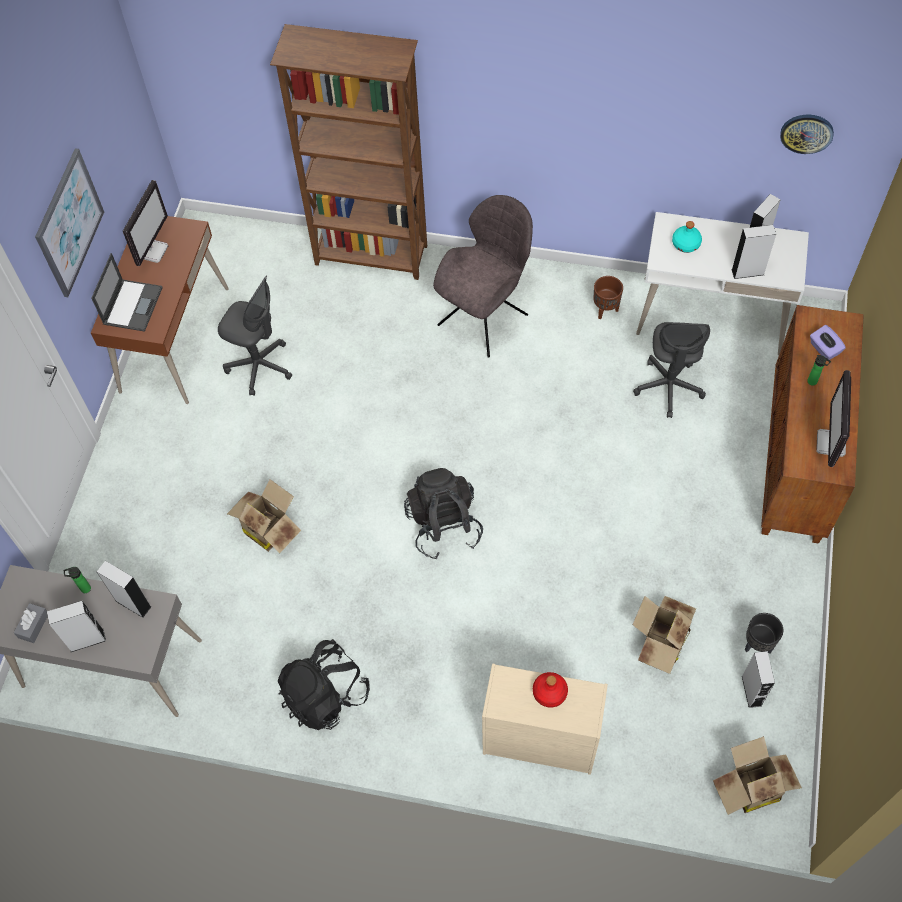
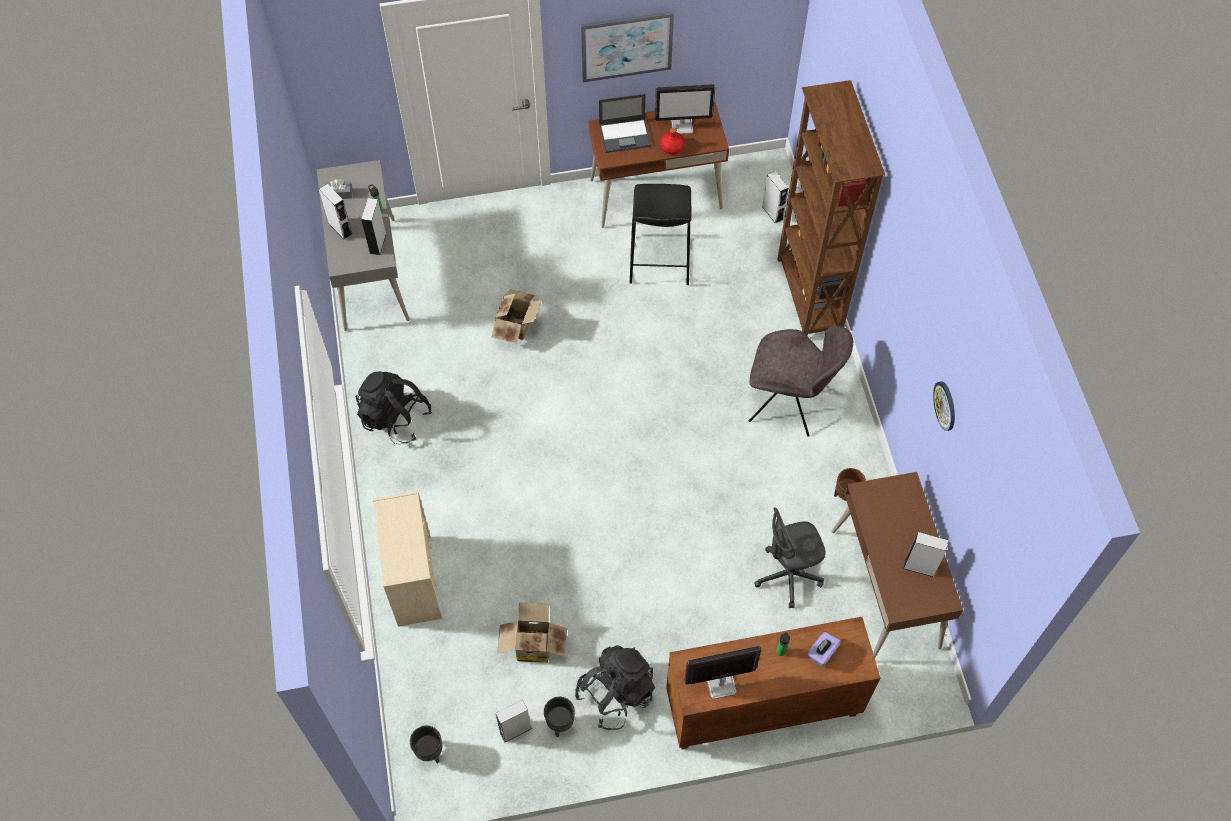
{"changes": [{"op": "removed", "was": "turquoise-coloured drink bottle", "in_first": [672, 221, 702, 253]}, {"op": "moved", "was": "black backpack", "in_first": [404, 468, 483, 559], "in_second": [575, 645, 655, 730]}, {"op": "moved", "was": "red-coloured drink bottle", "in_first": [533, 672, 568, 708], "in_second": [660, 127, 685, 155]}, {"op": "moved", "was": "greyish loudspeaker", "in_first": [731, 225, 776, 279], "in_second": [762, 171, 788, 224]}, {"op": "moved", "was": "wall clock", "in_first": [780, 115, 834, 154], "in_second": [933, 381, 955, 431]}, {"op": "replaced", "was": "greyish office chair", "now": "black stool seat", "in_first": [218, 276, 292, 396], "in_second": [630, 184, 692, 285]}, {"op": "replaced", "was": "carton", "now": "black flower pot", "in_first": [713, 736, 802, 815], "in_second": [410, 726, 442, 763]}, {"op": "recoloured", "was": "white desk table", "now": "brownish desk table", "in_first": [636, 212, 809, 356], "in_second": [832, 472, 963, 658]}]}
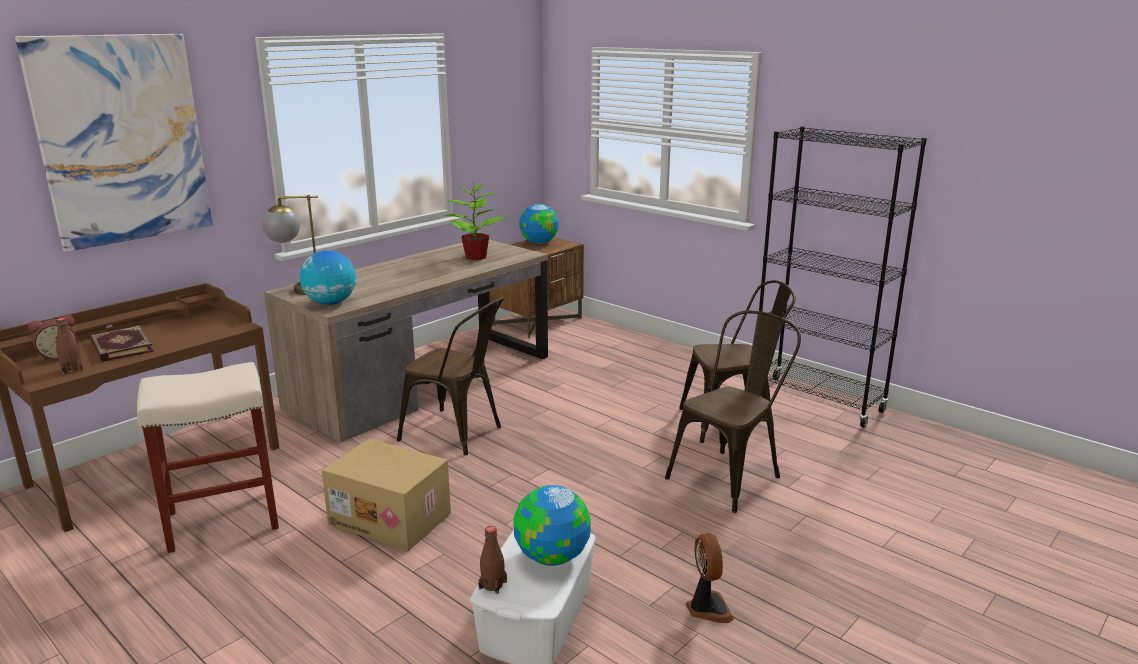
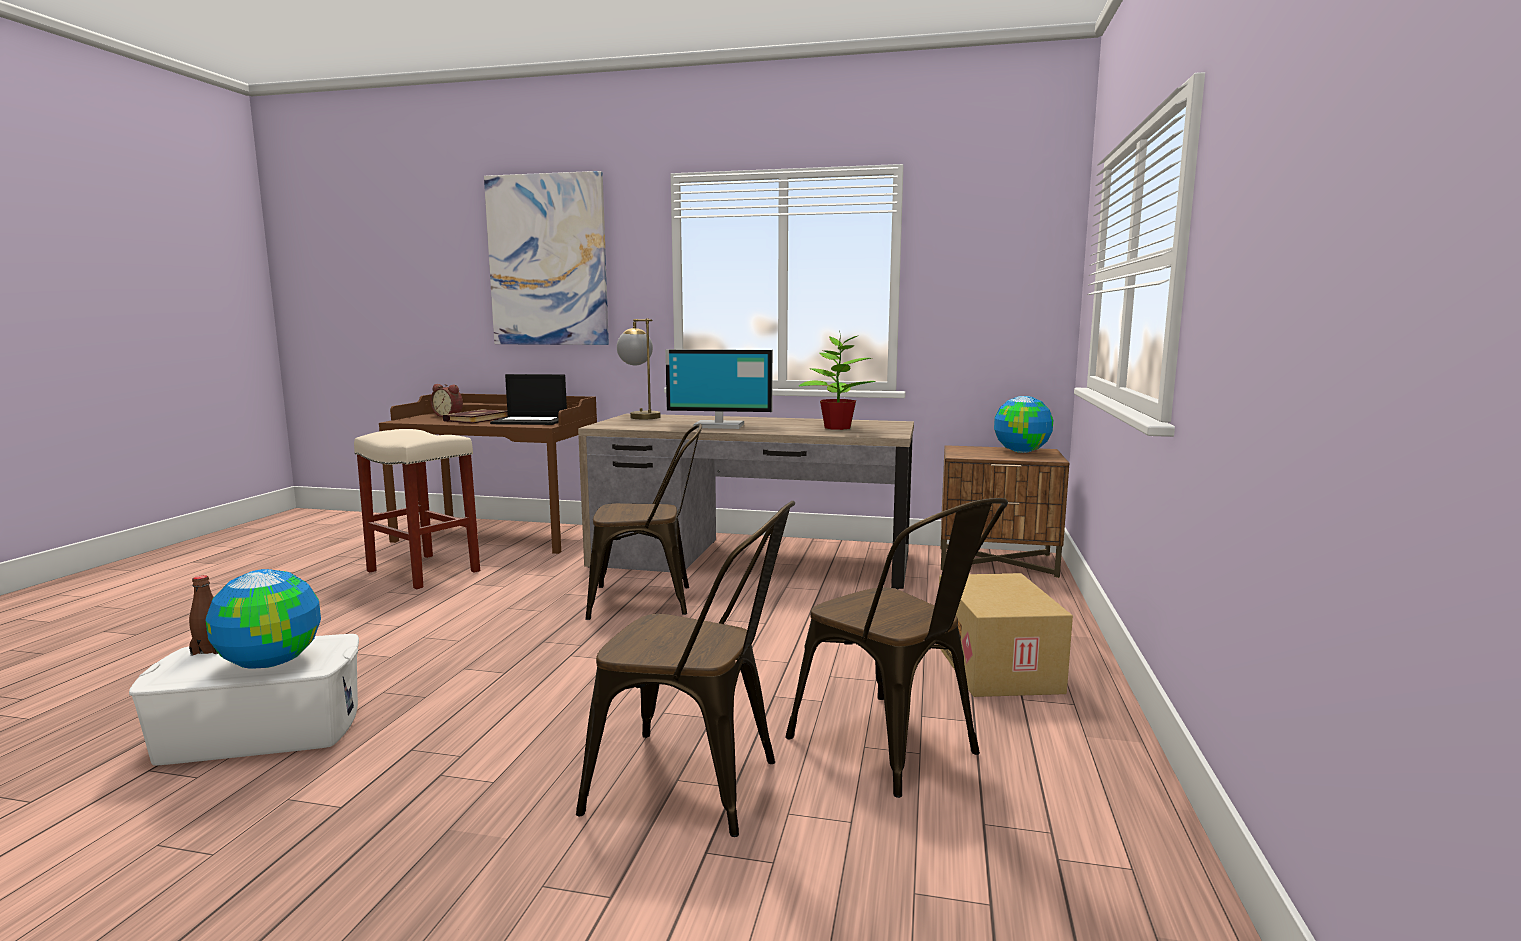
{"changes": [{"op": "removed", "was": "brownish drink bottle", "in_first": [56, 318, 83, 374]}, {"op": "removed", "was": "globe", "in_first": [300, 250, 356, 305]}, {"op": "removed", "was": "cooling fan", "in_first": [686, 533, 734, 623]}, {"op": "removed", "was": "black bookshelf", "in_first": [759, 126, 927, 428]}, {"op": "added", "now": "laptop", "in_second": [490, 374, 567, 425]}, {"op": "added", "now": "computer display", "in_second": [665, 349, 773, 429]}, {"op": "moved", "was": "carton", "in_first": [322, 439, 451, 551], "in_second": [937, 573, 1073, 697]}, {"op": "turned", "was": "brownish chair", "in_first": [397, 297, 505, 455], "in_second": [586, 424, 702, 620], "clockwise": -90}]}
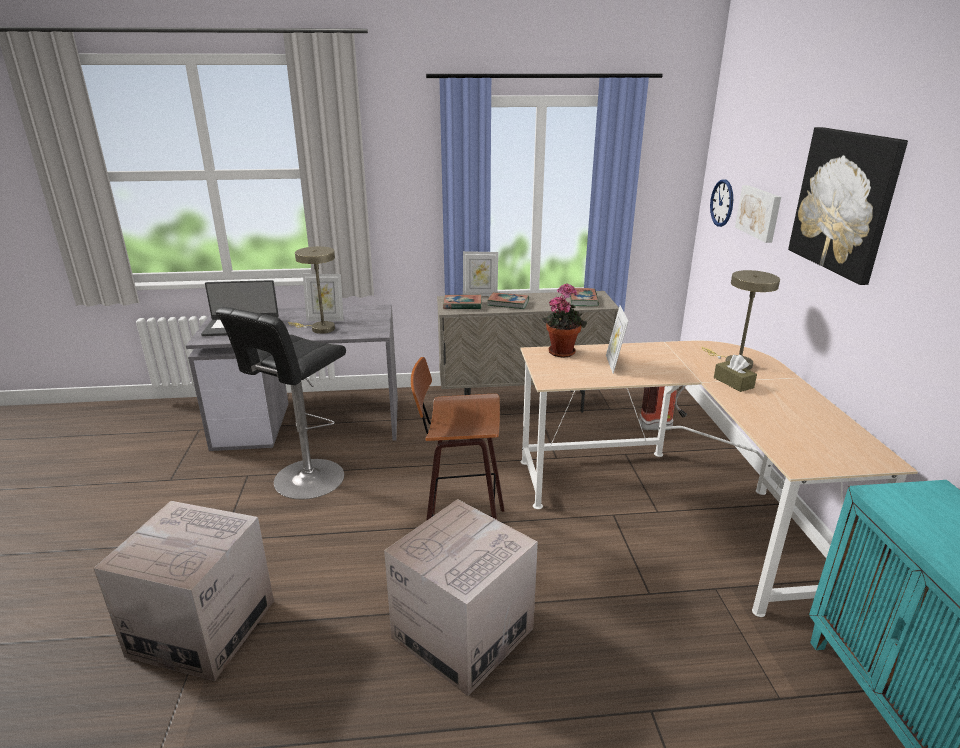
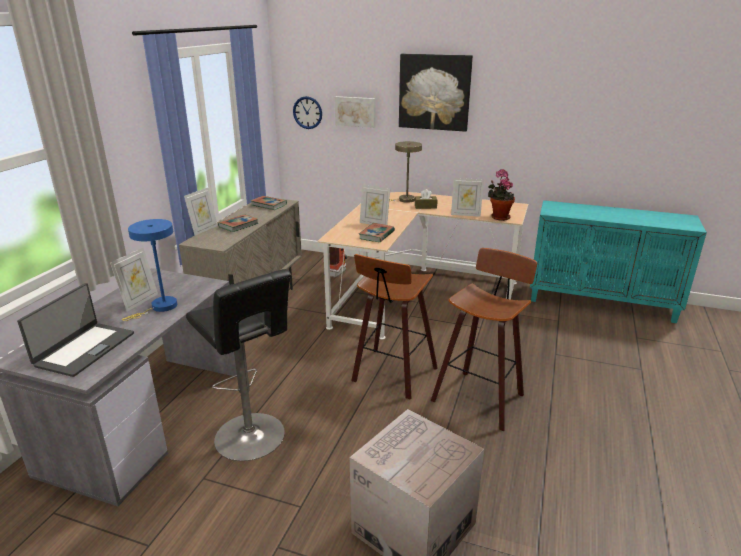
{"changes": [{"op": "added", "now": "picture frame", "in_second": [451, 178, 484, 217]}, {"op": "moved", "was": "book", "in_first": [443, 295, 482, 309], "in_second": [359, 223, 395, 242]}, {"op": "moved", "was": "plant in a pot", "in_first": [542, 283, 587, 357], "in_second": [488, 169, 515, 221]}, {"op": "replaced", "was": "carton", "now": "stool seat", "in_first": [384, 499, 538, 696], "in_second": [431, 248, 537, 431]}, {"op": "recoloured", "was": "sand-coloured tabletop lamp", "now": "blue-coloured tabletop lamp", "in_first": [288, 246, 335, 334], "in_second": [122, 219, 177, 321]}]}
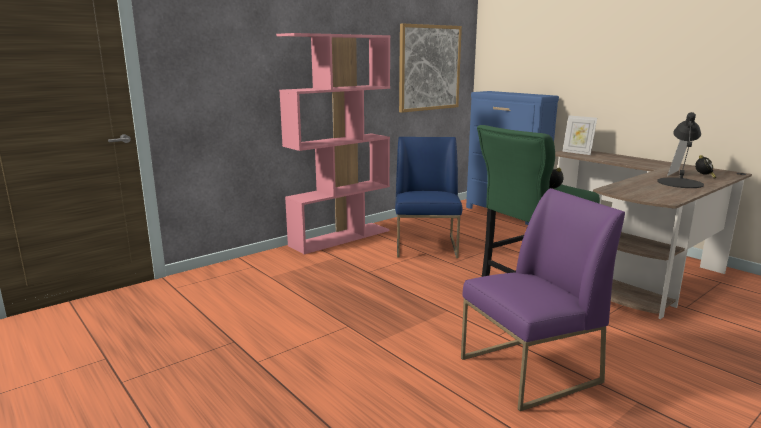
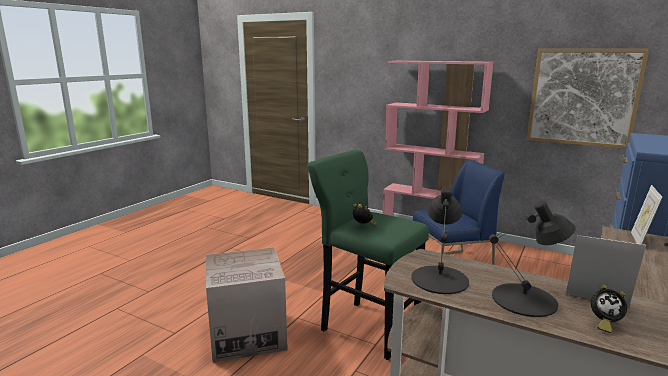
{"changes": [{"op": "added", "now": "black tabletop lamp", "in_second": [411, 186, 469, 294]}, {"op": "replaced", "was": "purple-coloured chair", "now": "carton", "in_first": [461, 188, 625, 411], "in_second": [206, 247, 288, 363]}]}
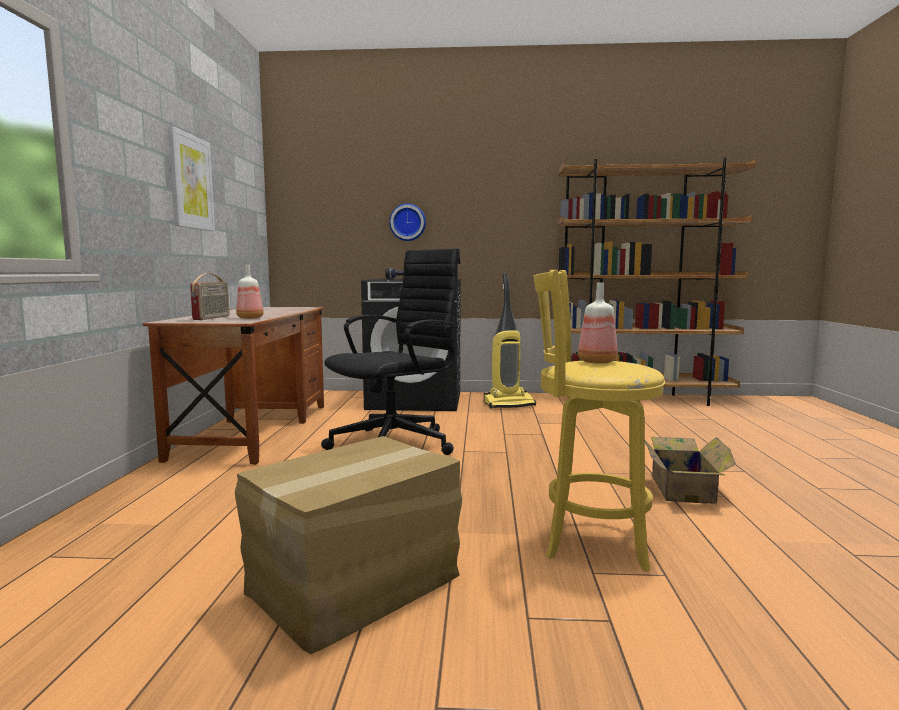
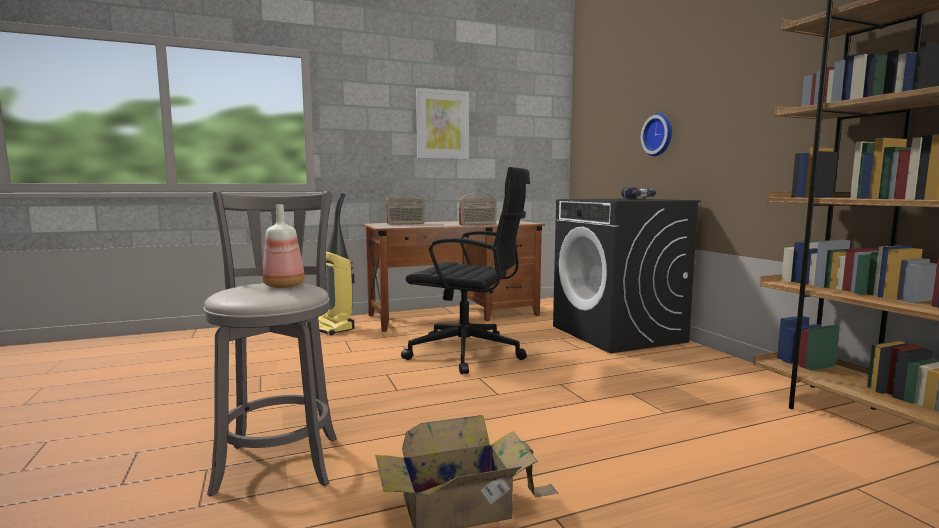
{"changes": [{"op": "removed", "was": "carton", "in_first": [235, 436, 462, 654]}, {"op": "removed", "was": "drink bottle", "in_first": [236, 265, 264, 319]}, {"op": "added", "now": "radio set", "in_second": [459, 192, 497, 225]}, {"op": "moved", "was": "hoover", "in_first": [484, 273, 536, 409], "in_second": [318, 193, 355, 336]}, {"op": "recoloured", "was": "yellowish stool seat", "now": "greyish stool seat", "in_first": [533, 270, 665, 571], "in_second": [203, 191, 337, 496]}]}
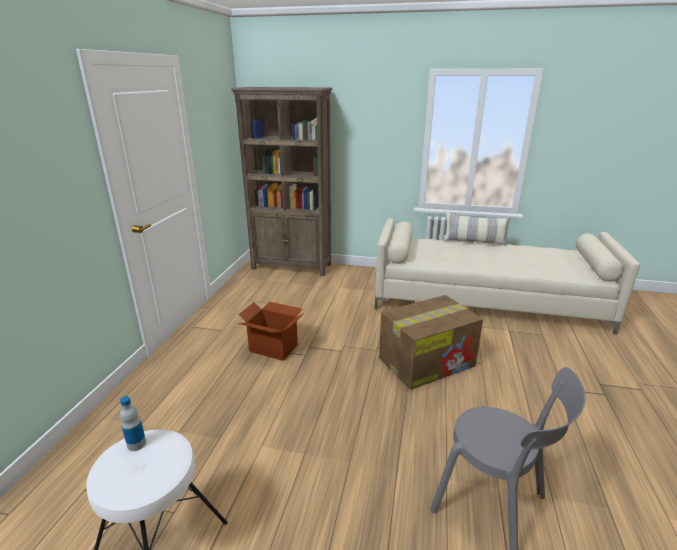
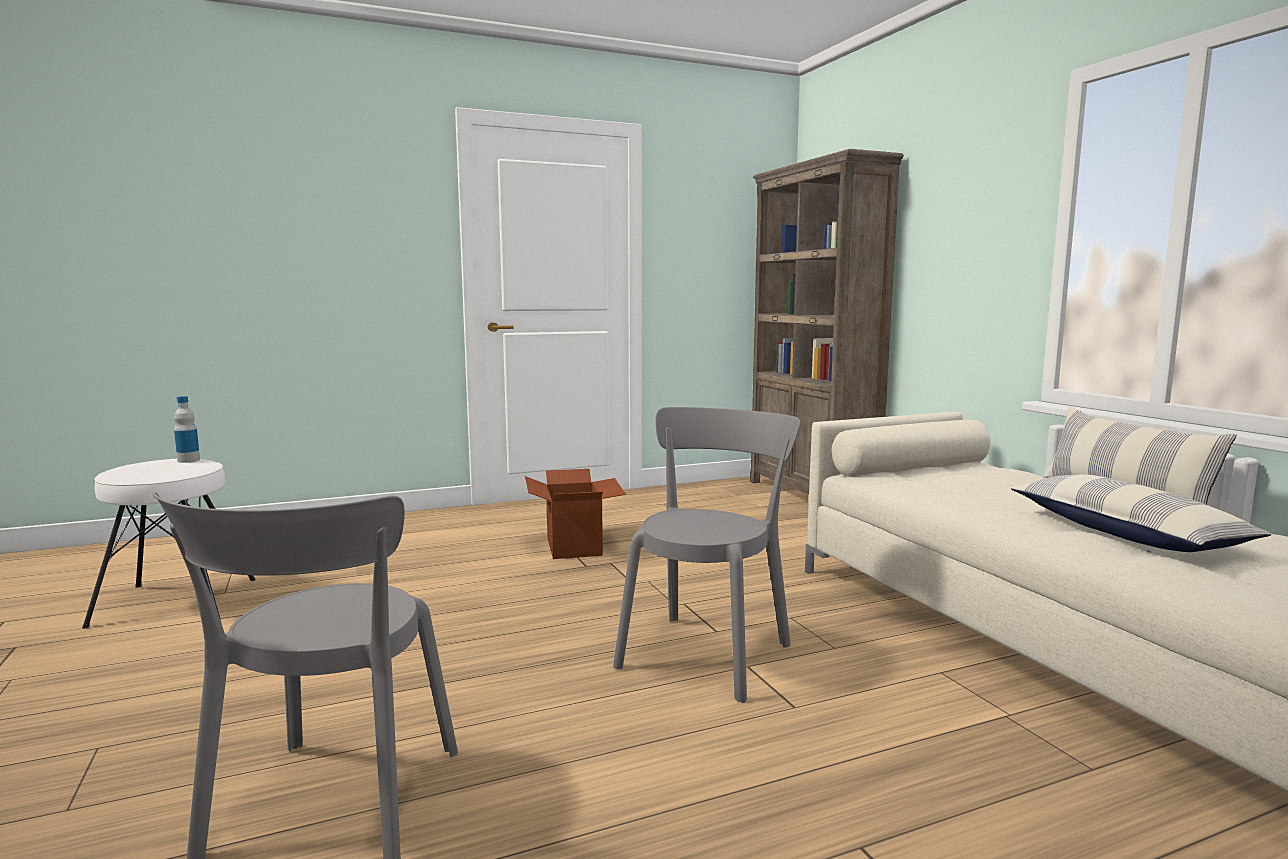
{"changes": [{"op": "added", "now": "pillow", "in_second": [1011, 474, 1271, 552]}, {"op": "replaced", "was": "carton", "now": "greyish chair", "in_first": [379, 295, 483, 390], "in_second": [613, 407, 800, 703]}]}
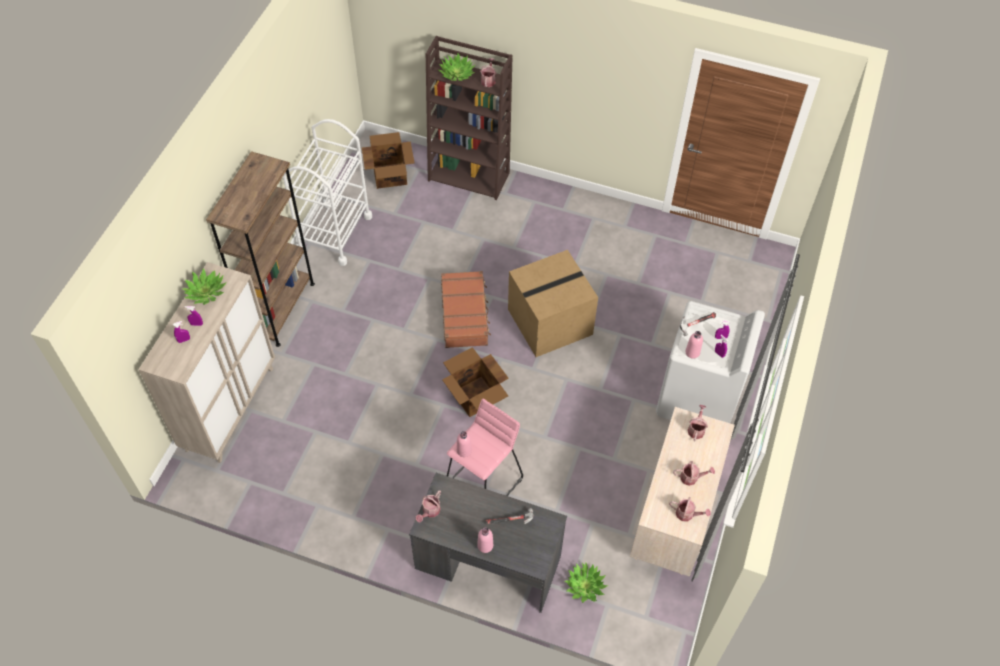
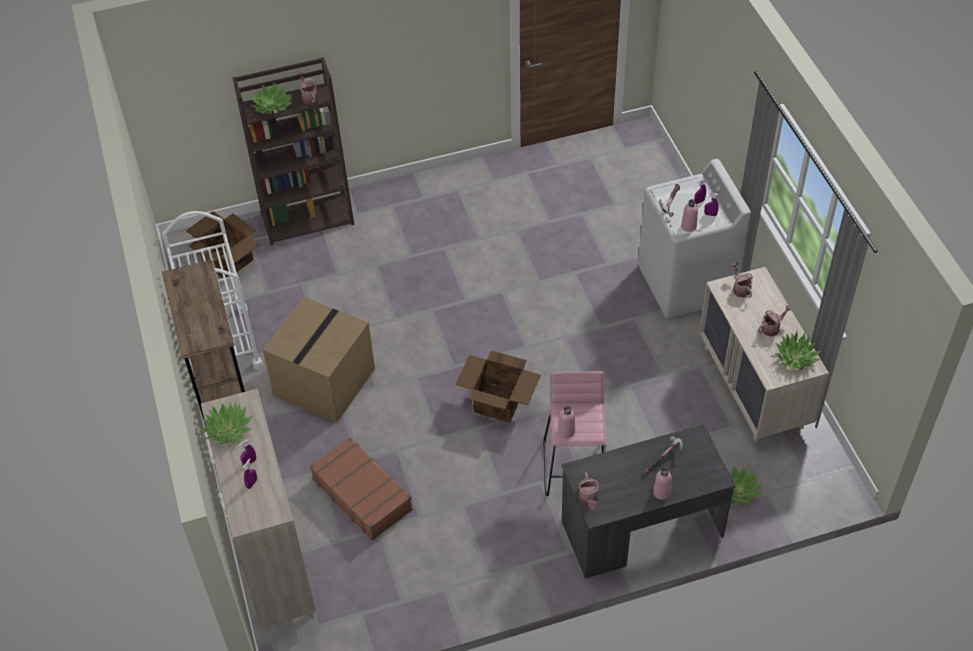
{"changes": [{"op": "moved", "was": "brownish piece of luggage", "in_first": [441, 271, 491, 348], "in_second": [310, 437, 413, 541]}, {"op": "moved", "was": "carton", "in_first": [508, 250, 598, 357], "in_second": [263, 297, 375, 422]}, {"op": "replaced", "was": "watering can", "now": "plant in a pot", "in_first": [669, 497, 711, 522], "in_second": [774, 331, 821, 371]}]}
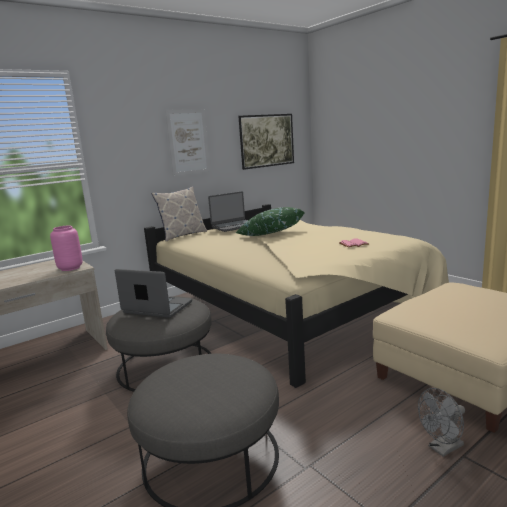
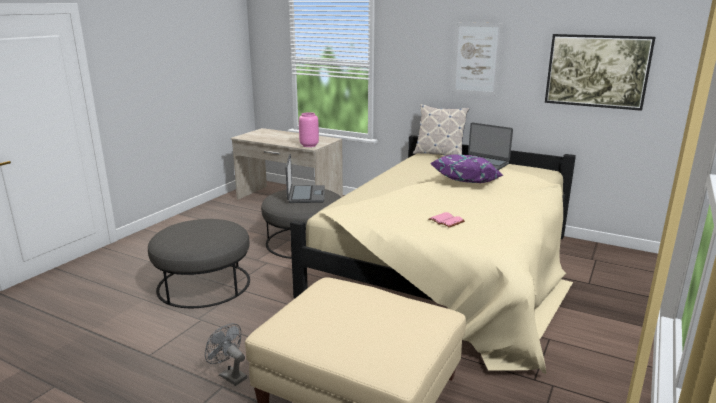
{"changes": [{"op": "recoloured", "was": "green pillow", "now": "purple-coloured pillow", "in_first": [236, 207, 304, 236], "in_second": [431, 154, 503, 183]}]}
